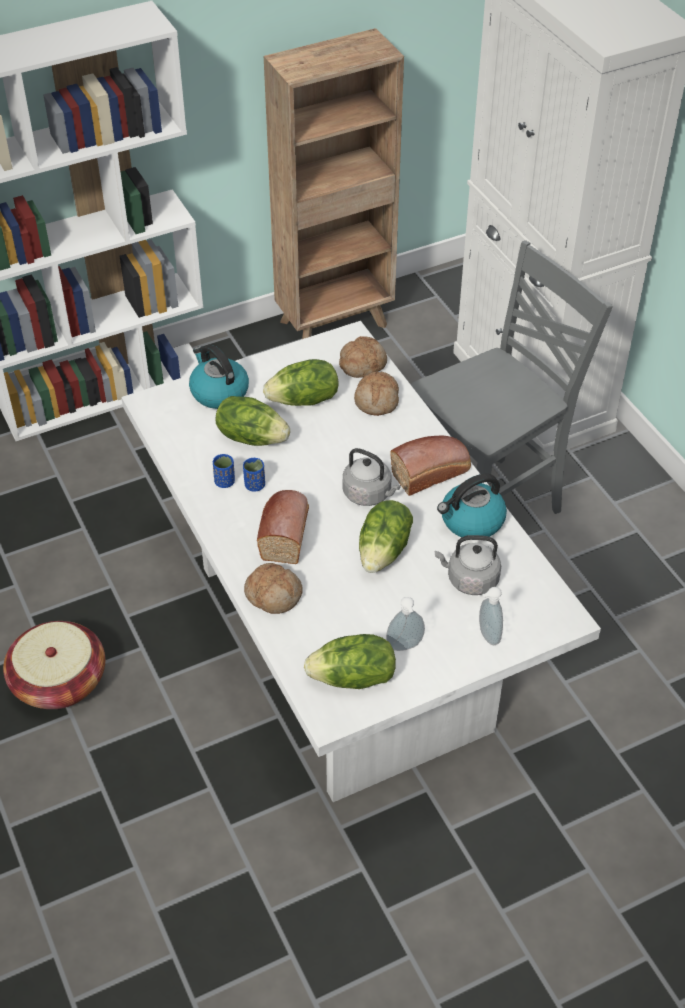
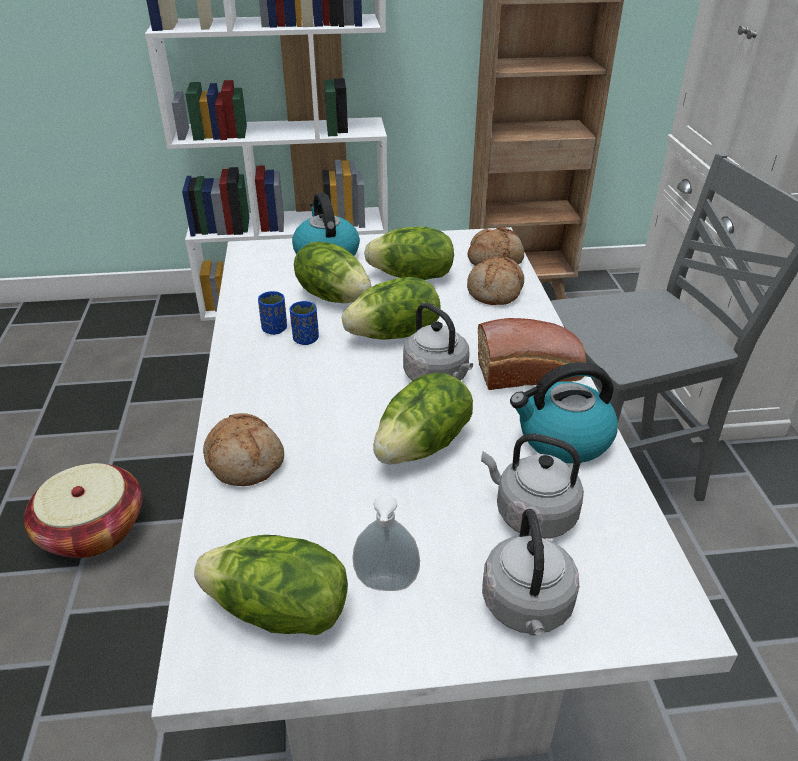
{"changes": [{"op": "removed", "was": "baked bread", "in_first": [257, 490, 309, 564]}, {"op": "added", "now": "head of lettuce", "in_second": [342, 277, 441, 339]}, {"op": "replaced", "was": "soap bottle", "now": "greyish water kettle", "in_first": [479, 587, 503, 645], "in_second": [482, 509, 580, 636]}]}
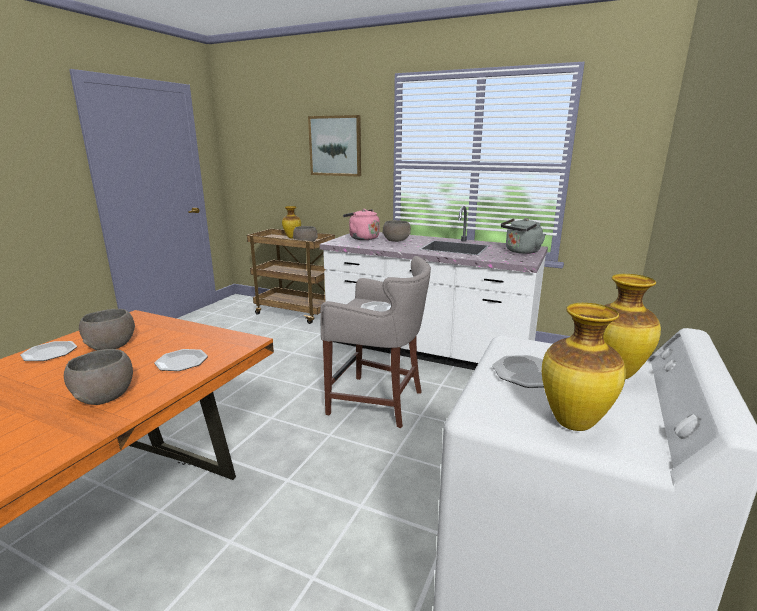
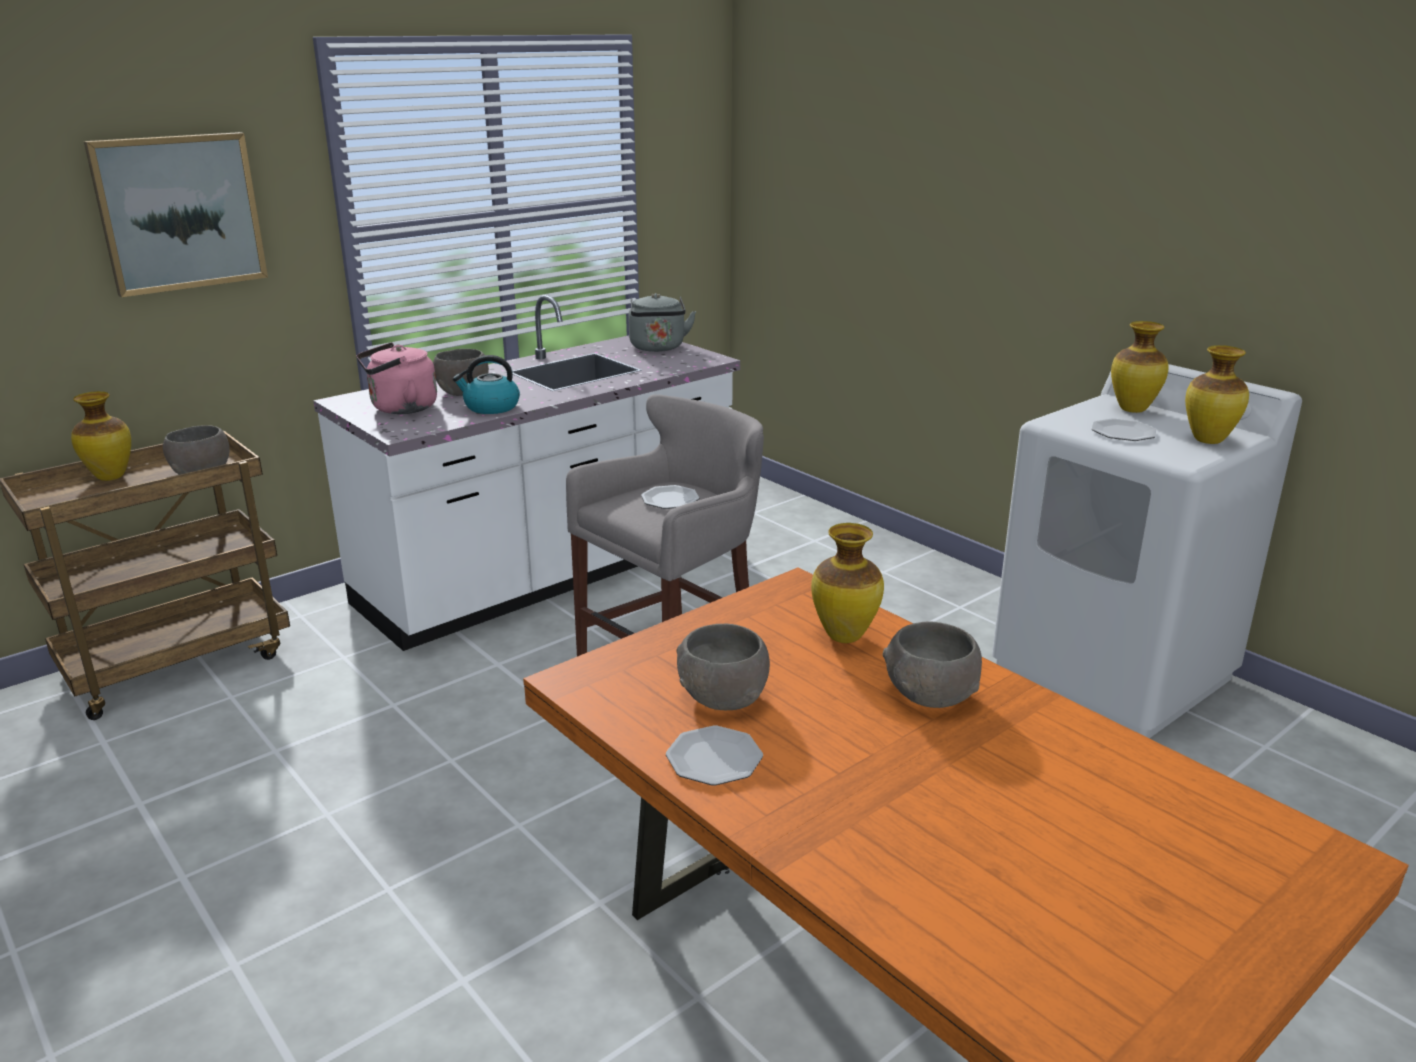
{"changes": [{"op": "added", "now": "water kettle", "in_second": [453, 355, 520, 414]}, {"op": "replaced", "was": "flat dish", "now": "vase", "in_first": [154, 349, 208, 371], "in_second": [811, 523, 884, 643]}]}
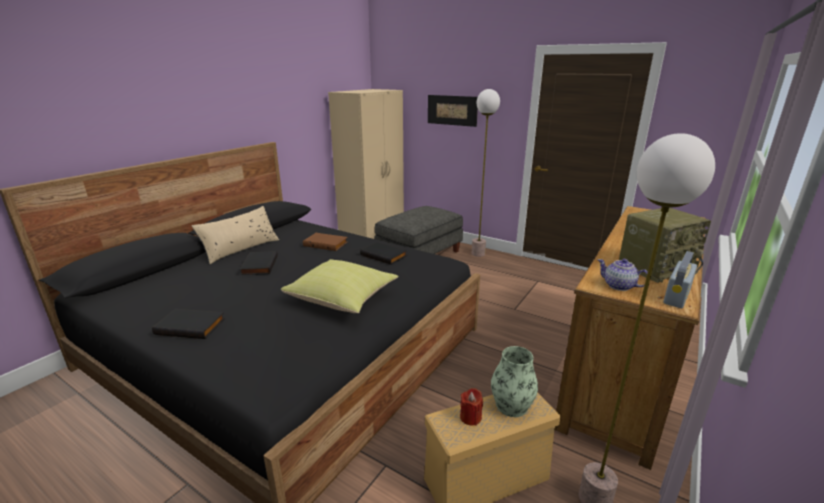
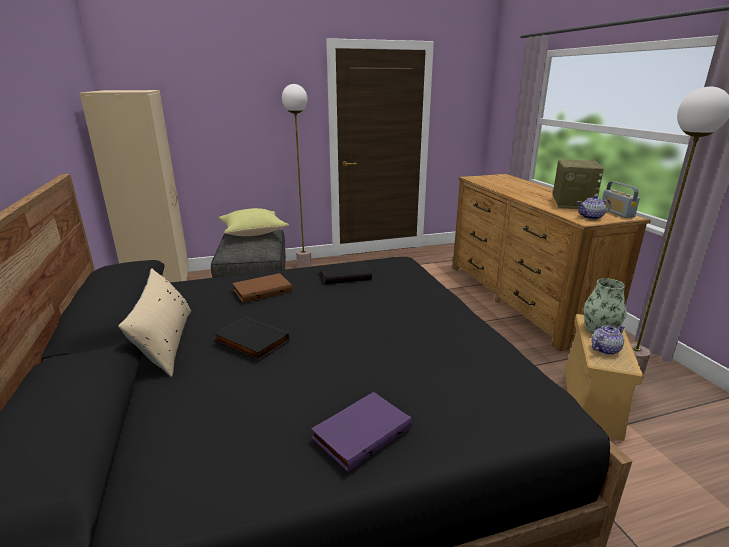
{"changes": [{"op": "removed", "was": "picture", "in_first": [428, 95, 478, 127]}, {"op": "moved", "was": "yellowish pillow", "in_first": [281, 259, 399, 313], "in_second": [219, 208, 289, 236]}, {"op": "replaced", "was": "red-coloured wax candle", "now": "teapot", "in_first": [460, 388, 483, 426], "in_second": [592, 325, 625, 355]}, {"op": "recoloured", "was": "black book", "now": "purple-coloured book", "in_first": [152, 309, 225, 339], "in_second": [311, 392, 412, 472]}]}
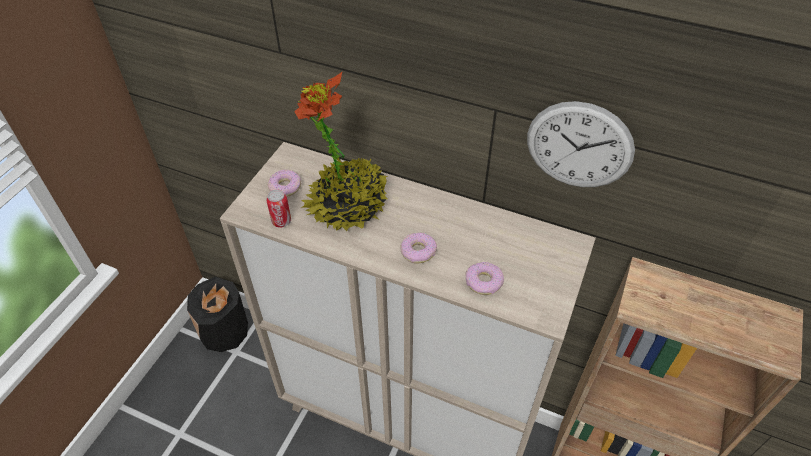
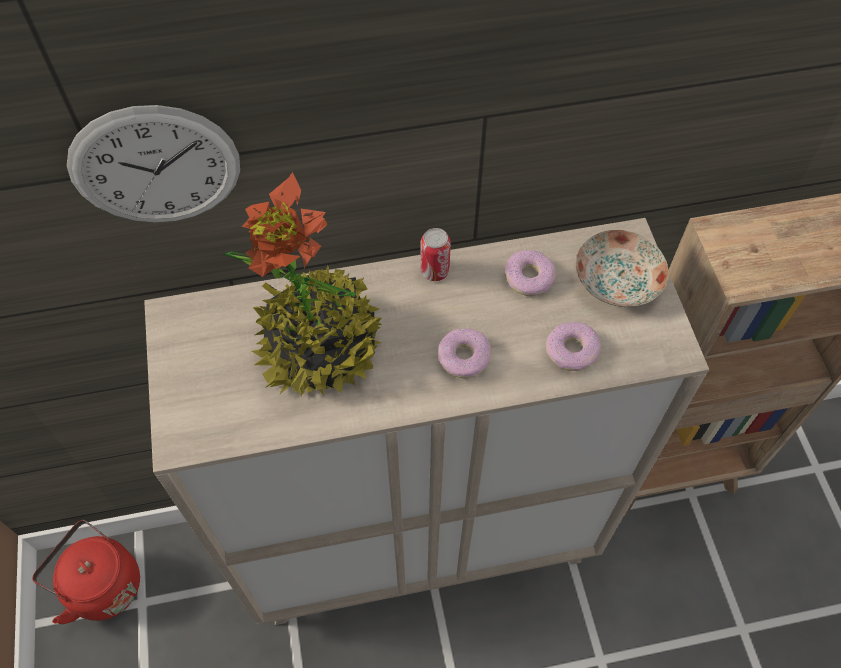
{"changes": [{"op": "added", "now": "flat dish", "in_second": [576, 230, 669, 307]}, {"op": "moved", "was": "can", "in_first": [266, 189, 291, 227], "in_second": [420, 228, 451, 281]}, {"op": "moved", "was": "doughnut", "in_first": [268, 170, 302, 197], "in_second": [505, 250, 556, 296]}, {"op": "moved", "was": "wall clock", "in_first": [527, 101, 635, 187], "in_second": [67, 105, 240, 222]}, {"op": "replaced", "was": "black vase", "now": "red-coloured water kettle", "in_first": [187, 277, 248, 352], "in_second": [32, 520, 140, 624]}]}
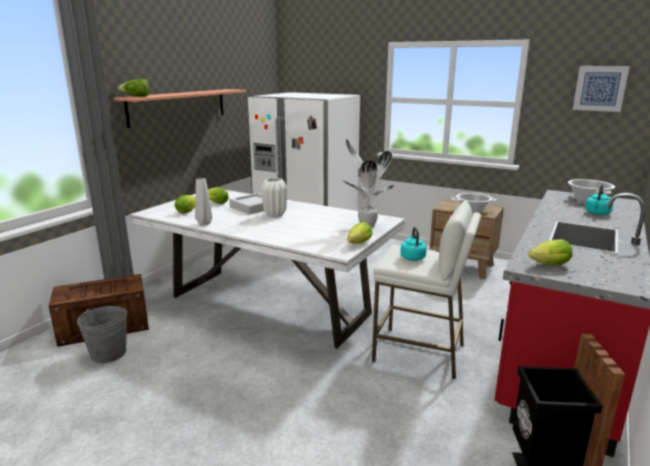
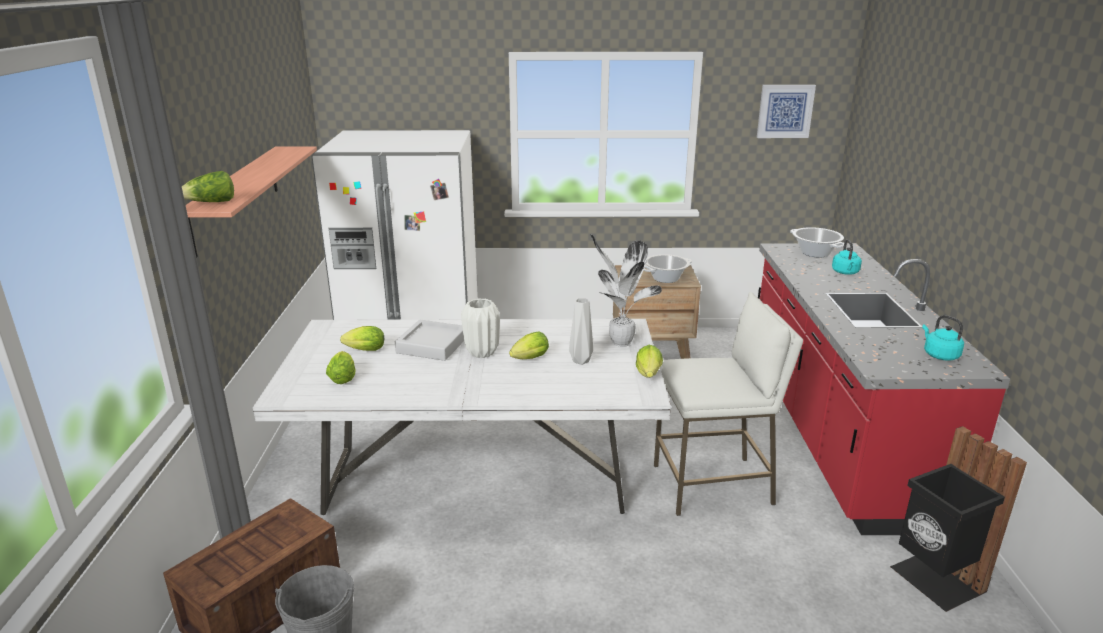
{"changes": [{"op": "moved", "was": "greyish vase", "in_first": [195, 178, 212, 226], "in_second": [569, 298, 593, 365]}, {"op": "moved", "was": "turquoise-coloured water kettle", "in_first": [400, 227, 427, 261], "in_second": [922, 315, 964, 361]}, {"op": "moved", "was": "head of lettuce", "in_first": [528, 239, 572, 265], "in_second": [509, 331, 549, 359]}]}
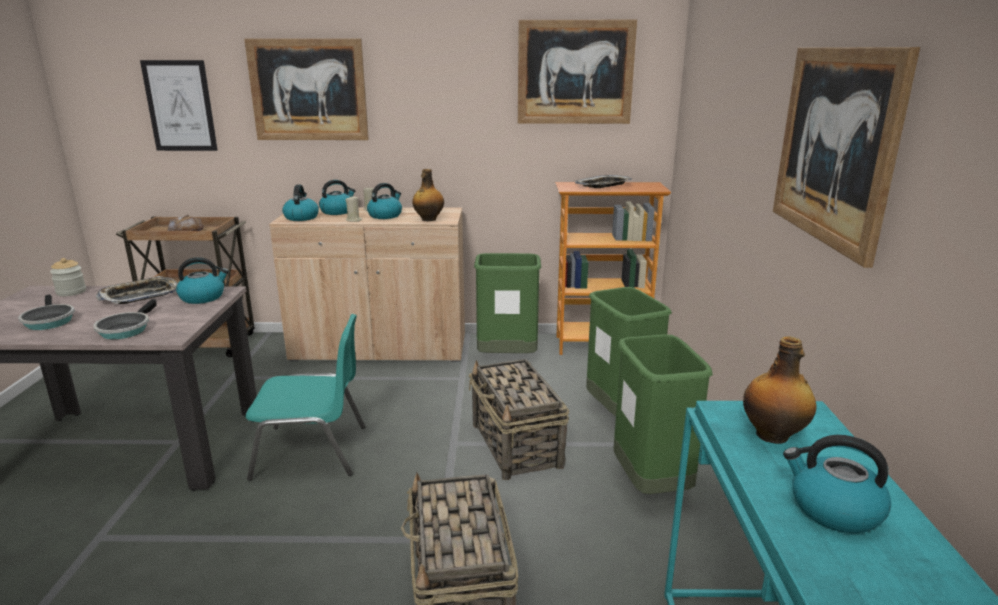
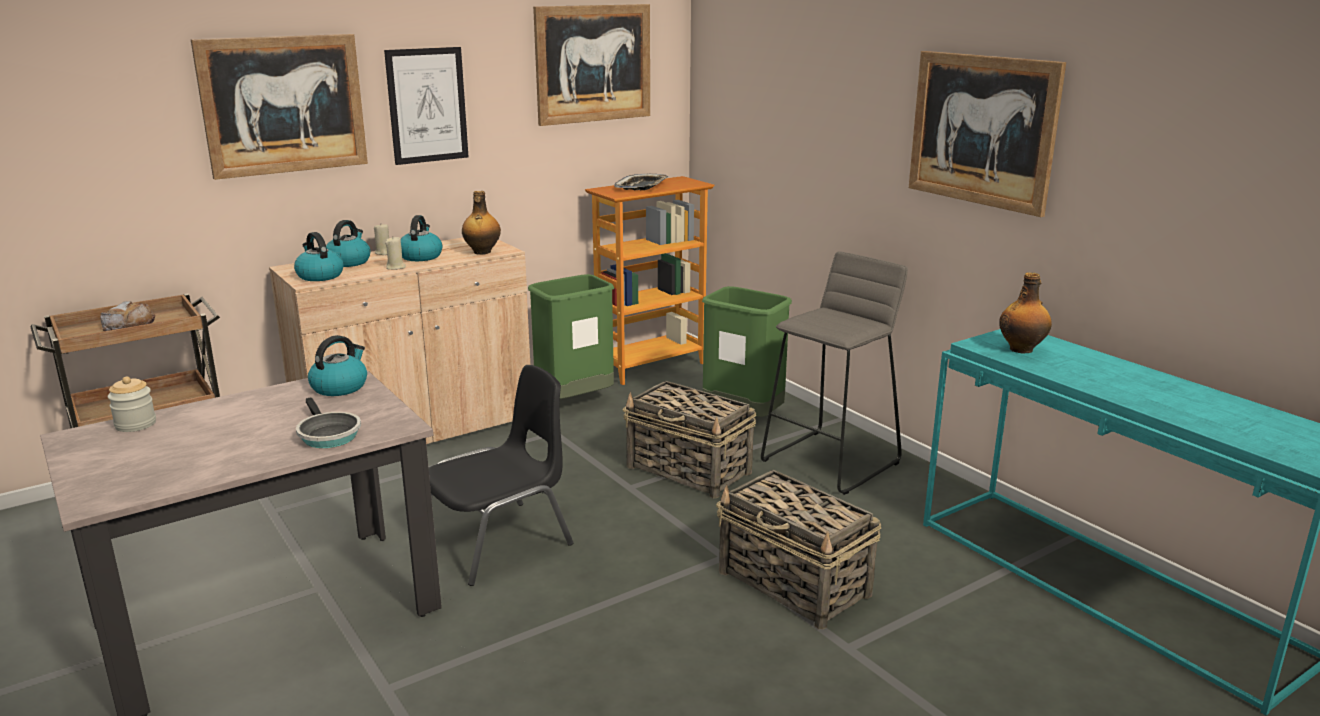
{"changes": [{"op": "removed", "was": "pan", "in_first": [18, 294, 75, 330]}, {"op": "removed", "was": "serving tray", "in_first": [96, 276, 178, 304]}, {"op": "removed", "was": "water kettle", "in_first": [783, 435, 891, 533]}, {"op": "moved", "was": "picture", "in_first": [140, 60, 217, 151], "in_second": [384, 47, 468, 165]}, {"op": "replaced", "was": "green waste bin", "now": "greyish stool seat", "in_first": [613, 334, 713, 494], "in_second": [761, 251, 908, 495]}, {"op": "recoloured", "was": "turquoise-coloured chair", "now": "black chair", "in_first": [246, 314, 366, 481], "in_second": [429, 365, 574, 586]}]}
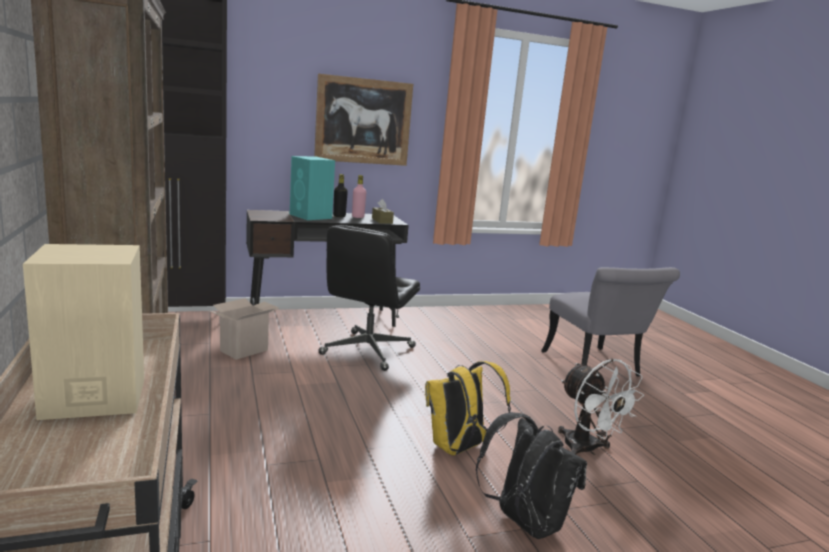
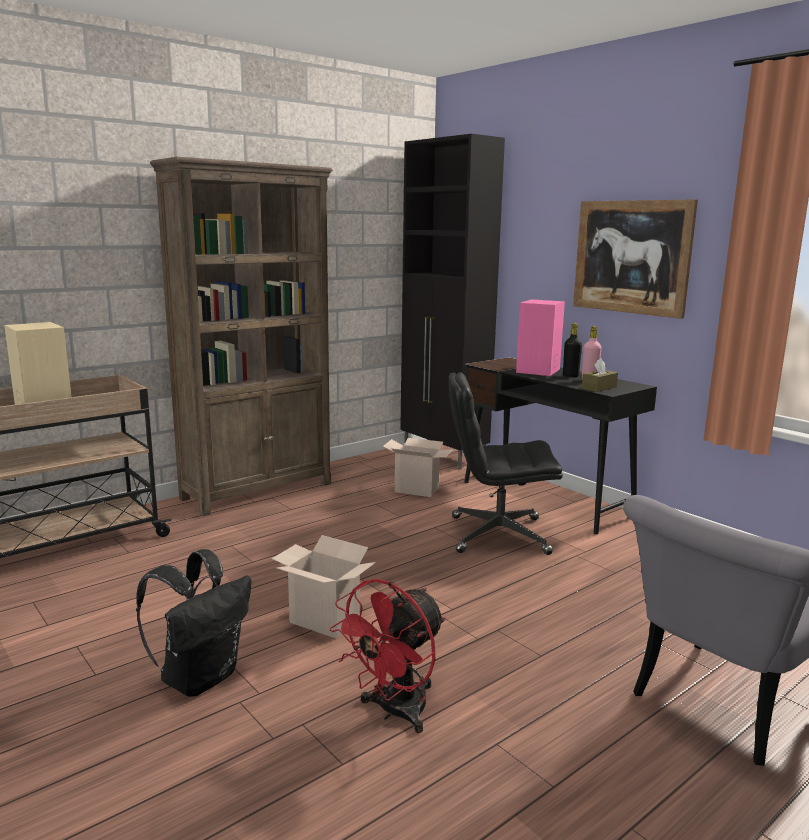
{"changes": [{"op": "replaced", "was": "yellowish backpack", "now": "carton", "in_first": [425, 361, 511, 455], "in_second": [272, 535, 376, 639]}, {"op": "recoloured", "was": "turquoise-coloured loudspeaker", "now": "pinkish loudspeaker", "in_first": [290, 156, 335, 220], "in_second": [516, 299, 565, 376]}, {"op": "recoloured", "was": "white cooling fan", "now": "red-coloured cooling fan", "in_first": [558, 358, 644, 455], "in_second": [330, 579, 445, 733]}]}
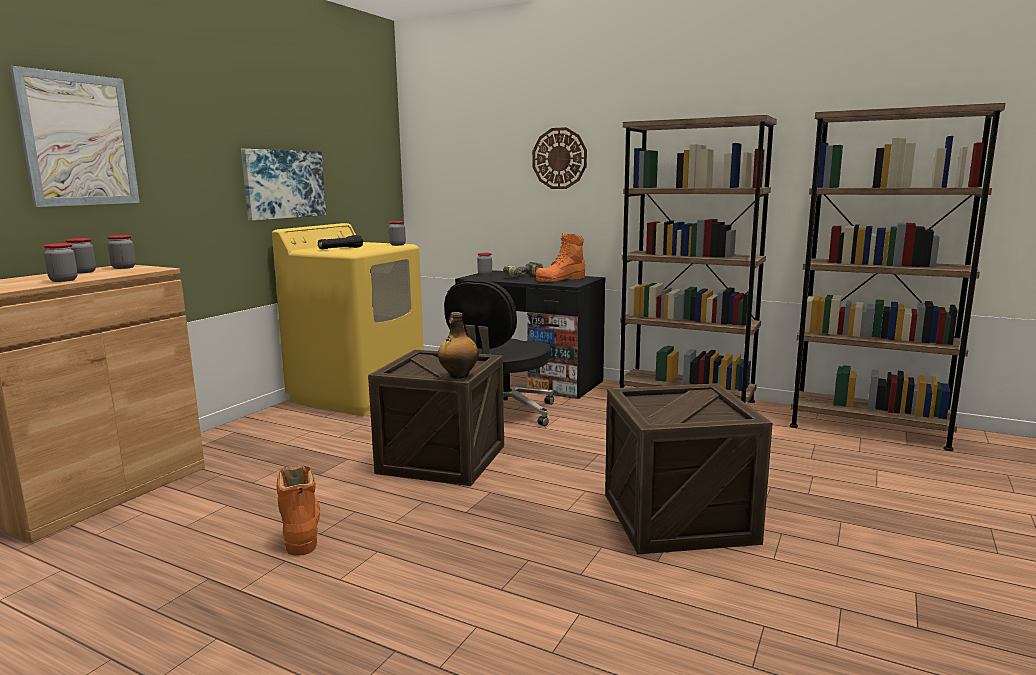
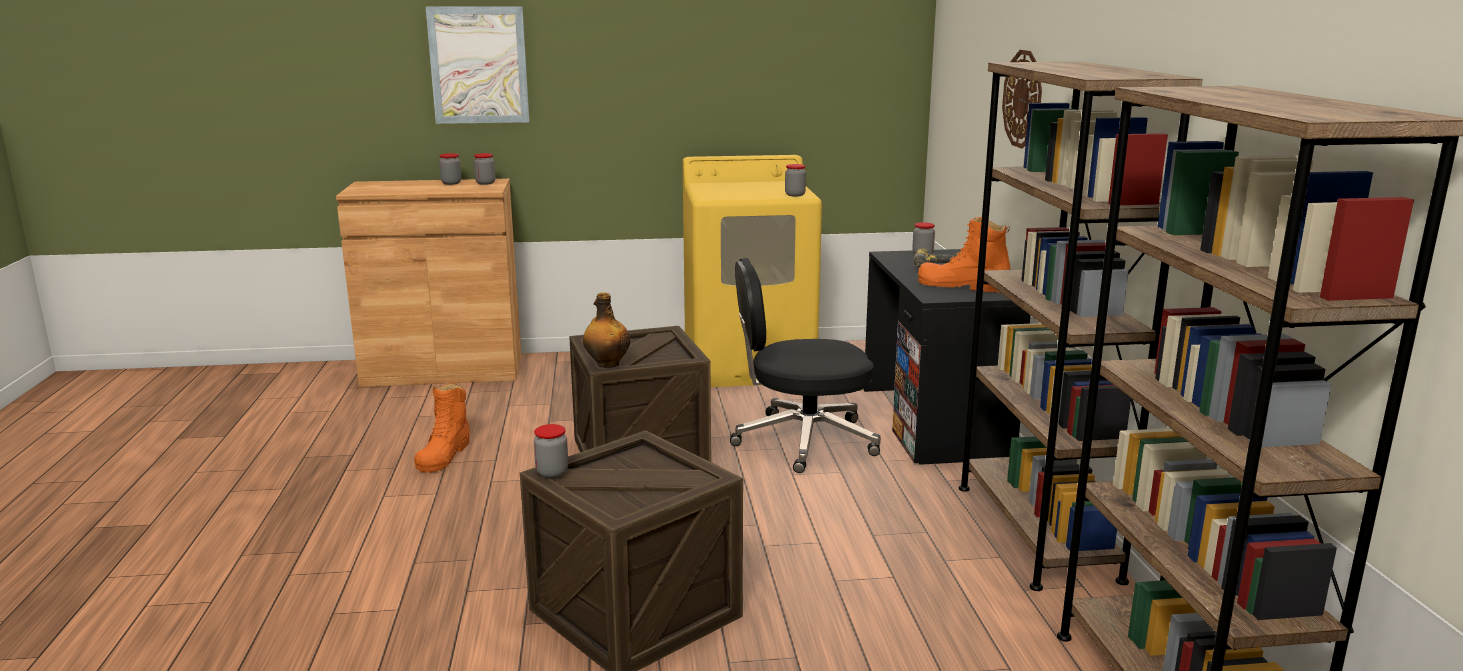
{"changes": [{"op": "removed", "was": "picture", "in_first": [241, 149, 326, 221]}, {"op": "removed", "was": "black flashlight", "in_first": [318, 235, 363, 249]}, {"op": "moved", "was": "jar", "in_first": [44, 243, 77, 282], "in_second": [534, 424, 568, 478]}, {"op": "turned", "was": "orangey tall boot", "in_first": [276, 465, 320, 556], "in_second": [414, 383, 470, 472], "clockwise": 150}]}
